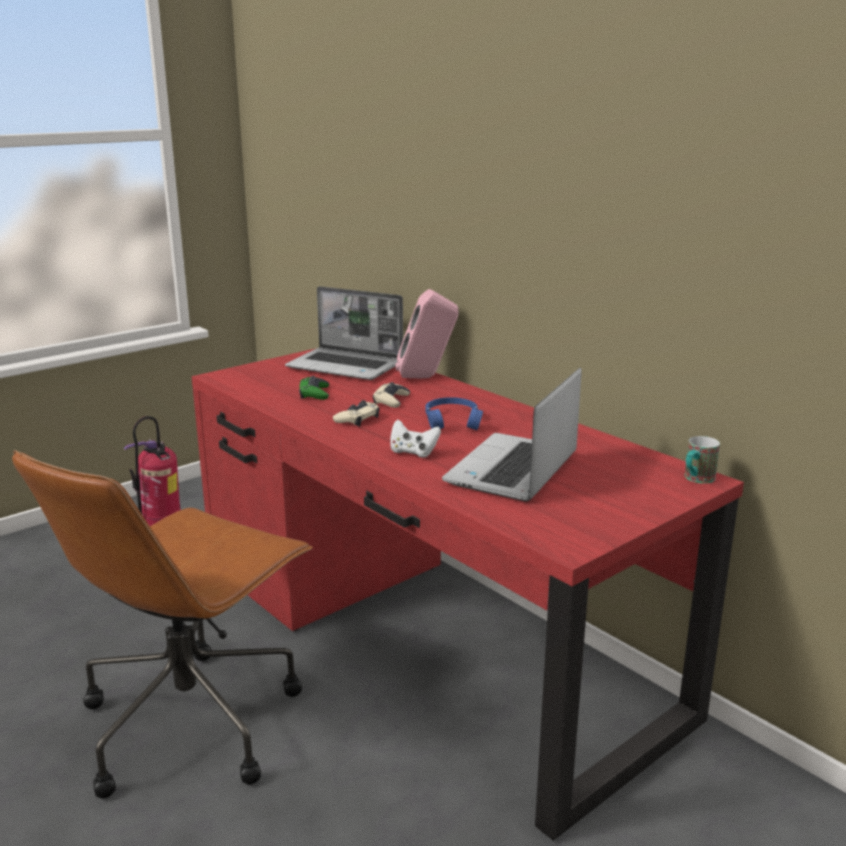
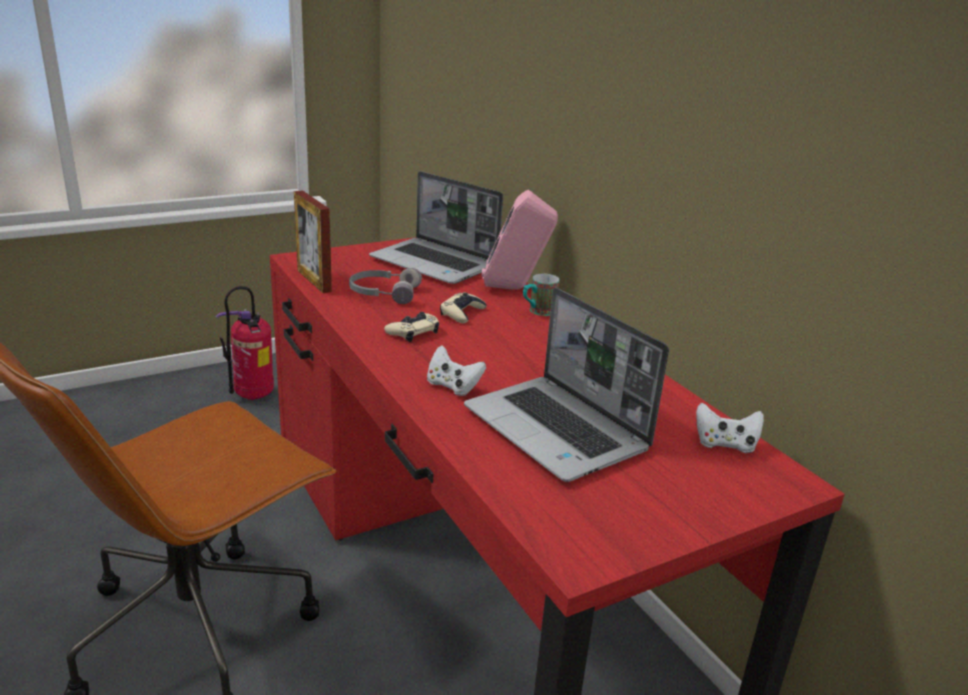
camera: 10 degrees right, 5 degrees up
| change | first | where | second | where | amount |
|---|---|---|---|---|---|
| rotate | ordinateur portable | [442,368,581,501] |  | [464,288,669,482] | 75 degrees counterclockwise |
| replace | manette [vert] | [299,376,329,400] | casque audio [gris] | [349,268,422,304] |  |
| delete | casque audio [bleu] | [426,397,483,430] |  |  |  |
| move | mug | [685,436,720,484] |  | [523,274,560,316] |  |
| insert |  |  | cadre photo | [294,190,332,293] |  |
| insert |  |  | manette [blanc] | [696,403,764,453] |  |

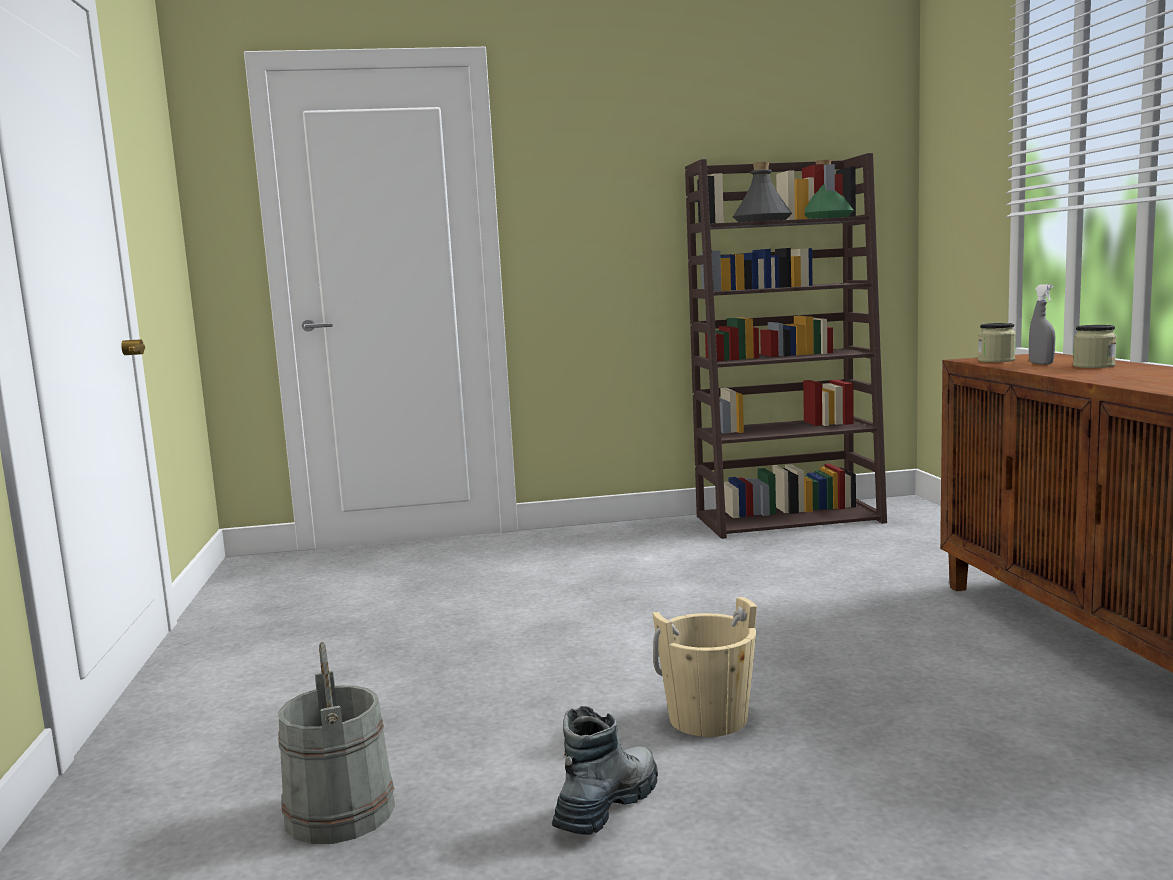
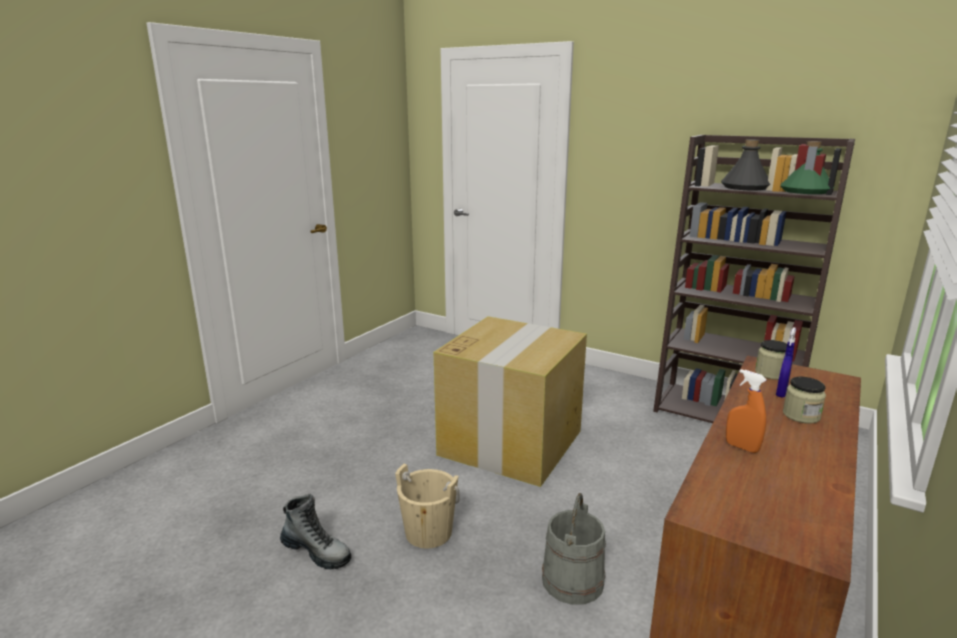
camera: 40 degrees right, 10 degrees up
| change | first | where | second | where | amount |
|---|---|---|---|---|---|
| recolor | vaporisateur [gris] | [1029,284,1056,365] | vaporisateur [bleu] | [776,327,796,398] |  |
| move | seau [gris] | [278,642,395,844] |  | [542,493,606,605] |  |
| rotate | botte | [552,706,658,835] |  | [280,494,351,569] | 45 degrees clockwise |
| insert |  |  | carton | [434,316,587,487] |  |
| insert |  |  | vaporisateur [orange] | [726,369,767,453] |  |

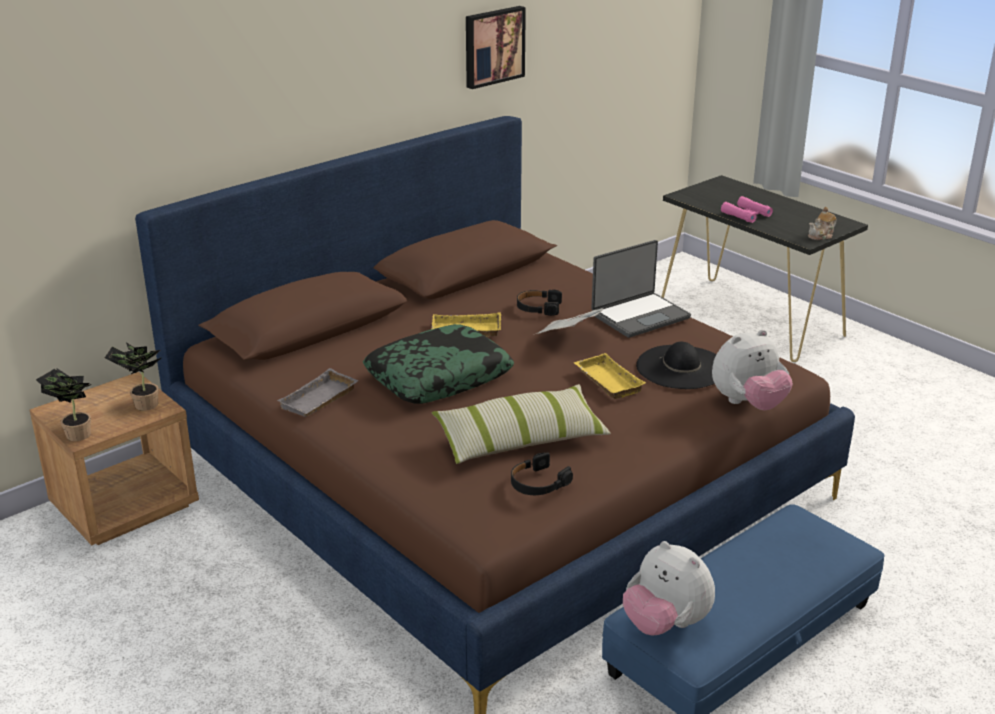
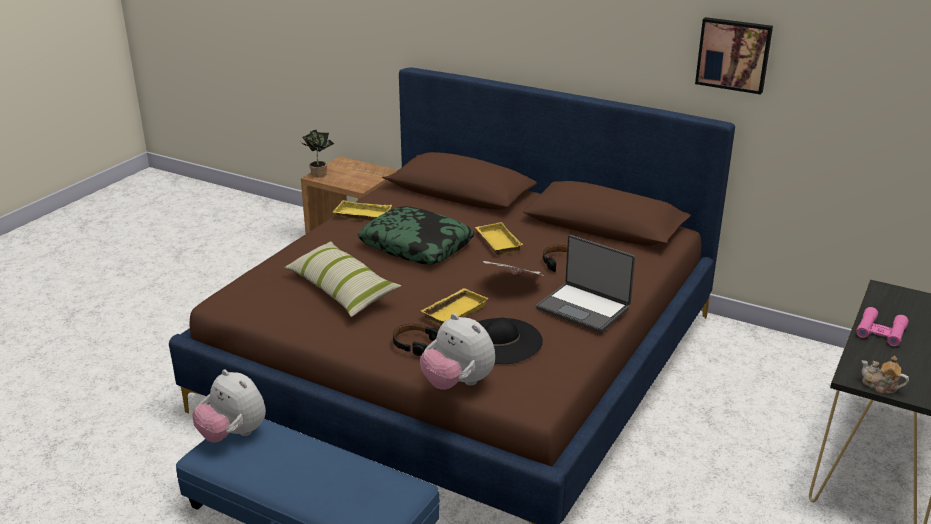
camera: 70 degrees right, 0 degrees up
| change | first | where | second | where | amount |
|---|---|---|---|---|---|
| delete | plante en pot | [105,343,161,411] |  |  |  |
| recolor | plateau [gris] | [277,368,359,417] | plateau [jaune] | [332,200,392,221] |  |
| move | casque audio [noir] | [511,452,573,495] |  | [393,324,438,356] |  |
| rotate | peluche | [623,541,715,635] |  | [192,370,266,442] | 75 degrees counterclockwise |

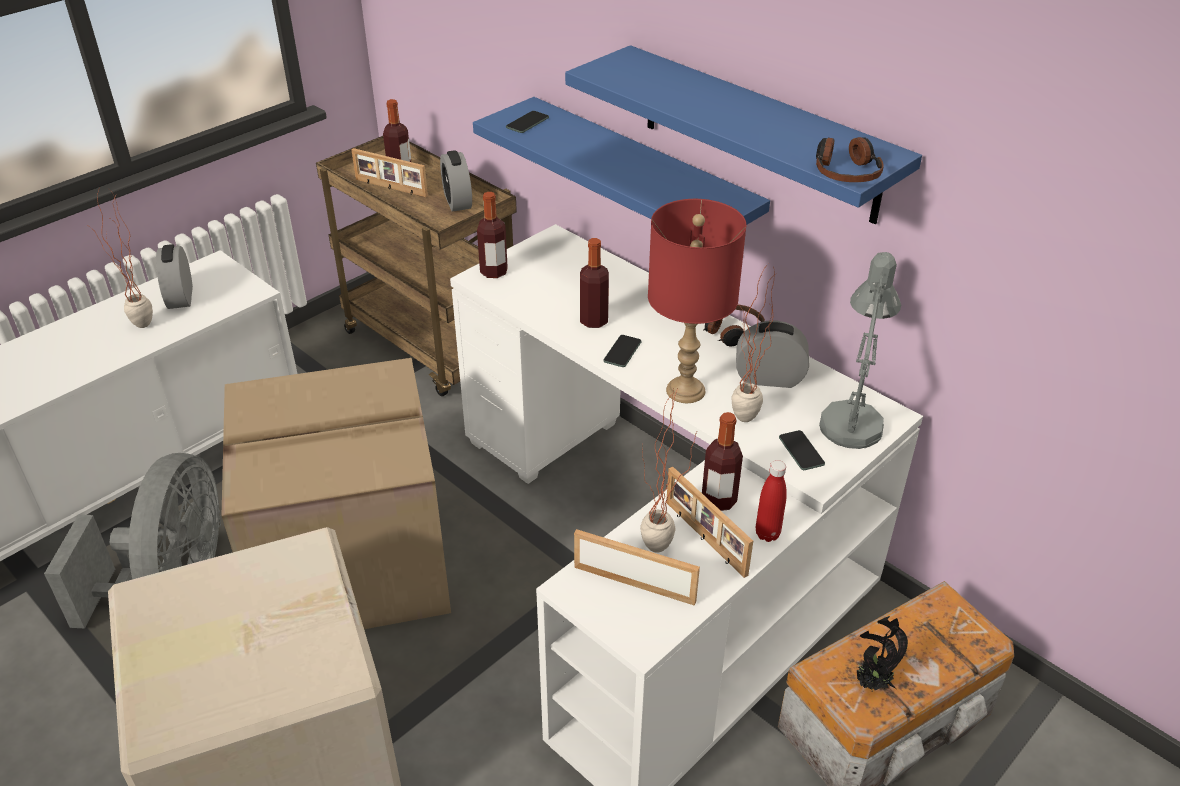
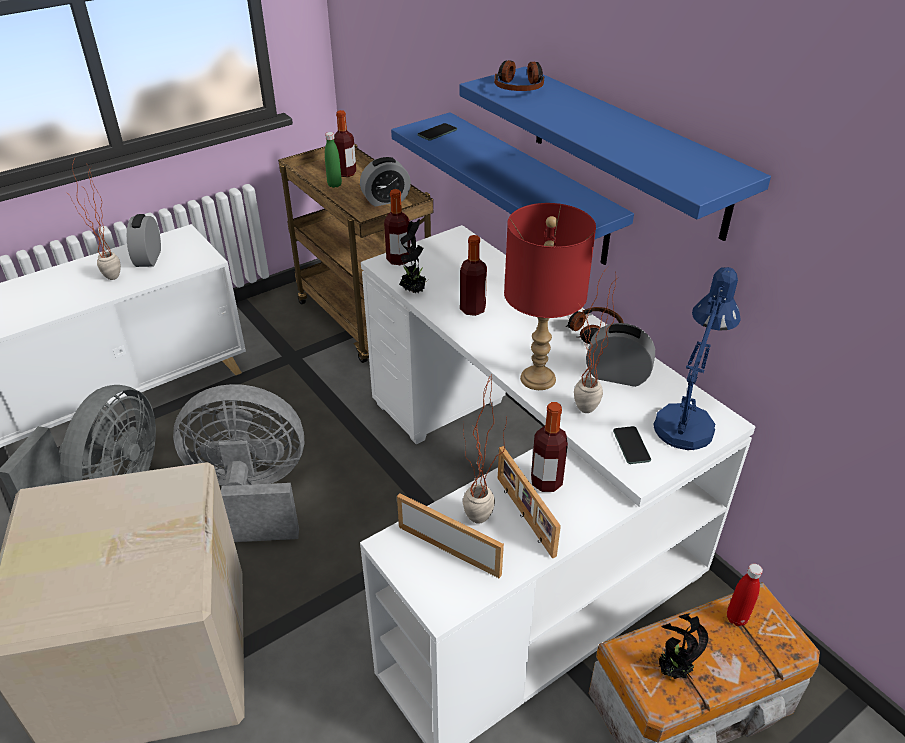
camera: 10 degrees right, 0 degrees up
| change | first | where | second | where | amount |
|---|---|---|---|---|---|
| move | casque audio | [816,137,884,182] |  | [494,60,544,91] |  |
| replace | cadre photo | [352,148,428,197] | bouteille [vert] | [325,132,342,188] |  |
| rotate | réveil | [440,150,472,212] |  | [360,157,411,207] | 105 degrees counterclockwise |
| recolor | lampe de table [gris] | [819,252,901,449] | lampe de table [bleu] | [653,267,741,450] |  |
| delete | téléphone | [603,335,642,367] |  |  |  |
| replace | carton | [221,358,451,629] | ventilateur [gris] | [173,384,304,542] |  |
| move | bouteille [rouge] | [756,460,787,542] |  | [727,564,763,626] |  |
| insert |  |  | plante en pot | [399,219,428,294] |  |

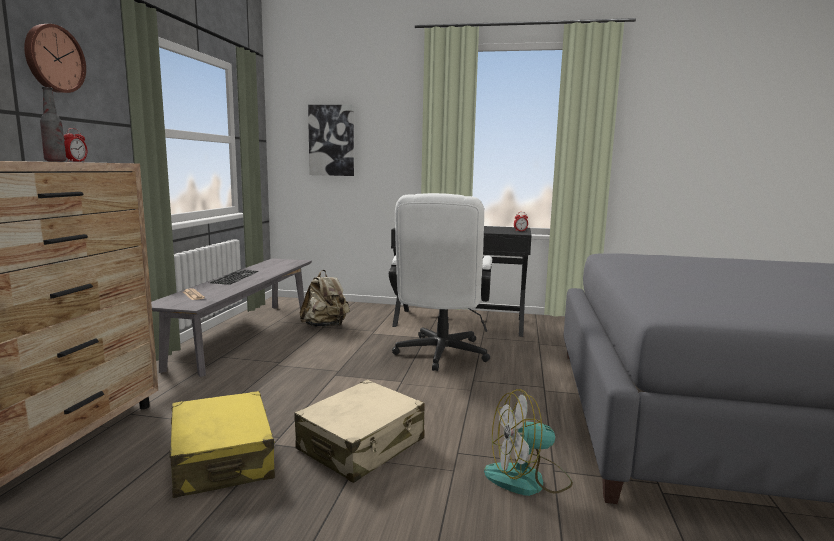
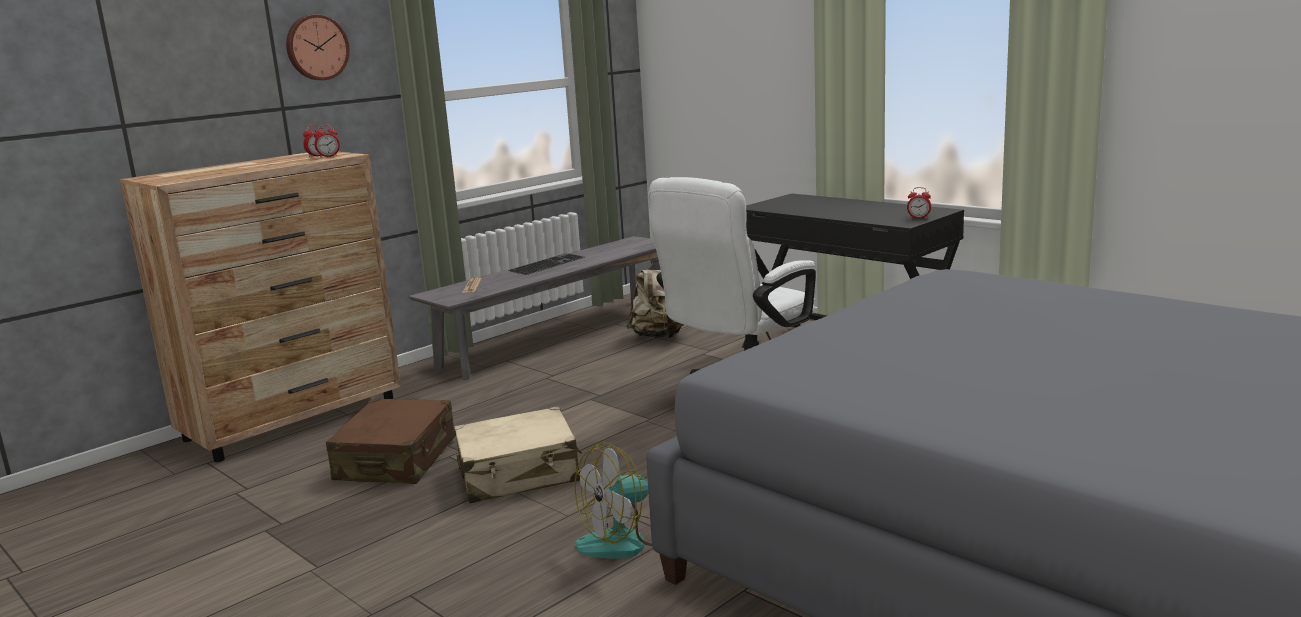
camera: 35 degrees right, 5 degrees up
| change | first | where | second | where | amount |
|---|---|---|---|---|---|
| delete | bouteille | [40,87,66,162] |  |  |  |
| delete | tableau | [308,105,354,176] |  |  |  |
| rotate | ventilateur | [484,389,573,496] |  | [575,442,652,559] | 60 degrees counterclockwise |
| recolor | valise [jaune] | [169,391,275,498] | valise [marron] | [326,398,455,484] |  |
| insert |  |  | réveil | [314,124,340,158] |  |

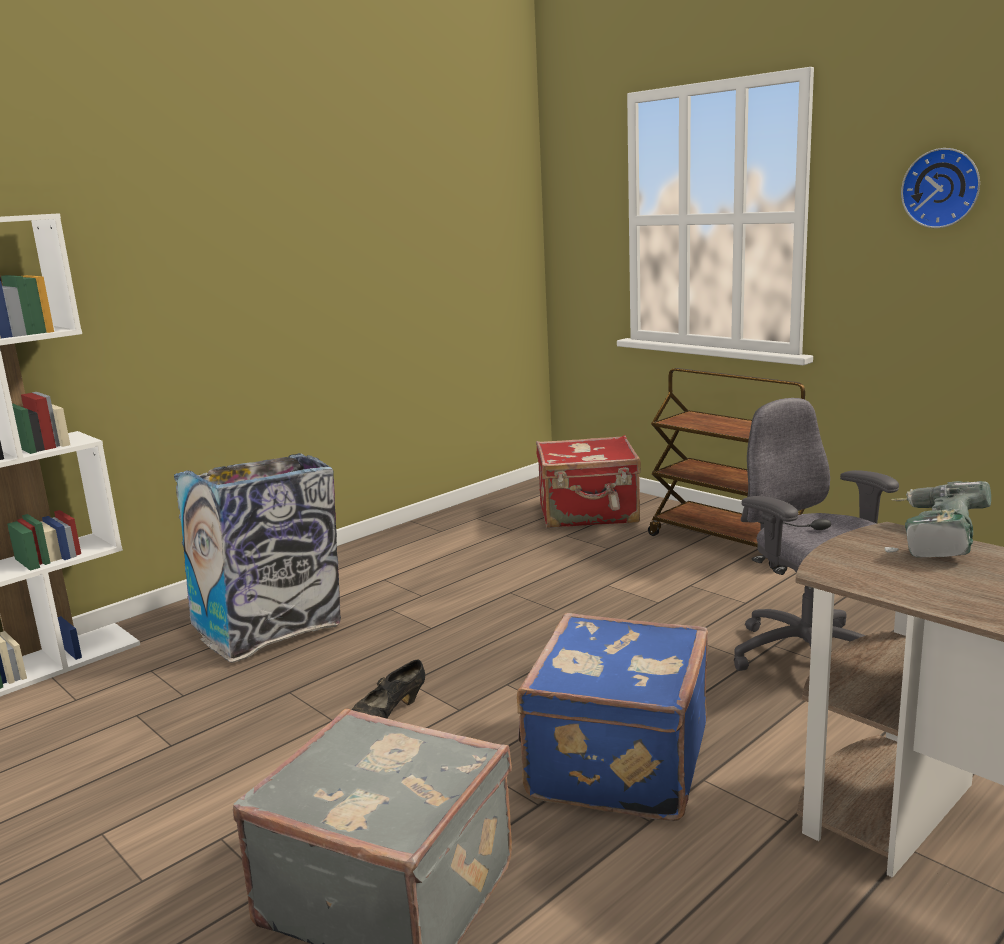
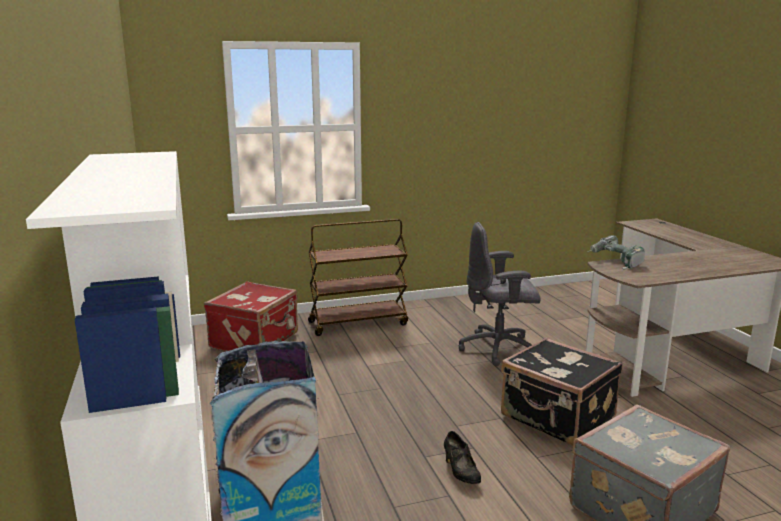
camera: 65 degrees left, 0 degrees up
| change | first | where | second | where | amount |
|---|---|---|---|---|---|
| delete | horloge murale | [901,148,980,228] |  |  |  |
| recolor | valise [bleu] | [517,613,708,821] | valise [noir] | [501,338,622,446] |  |

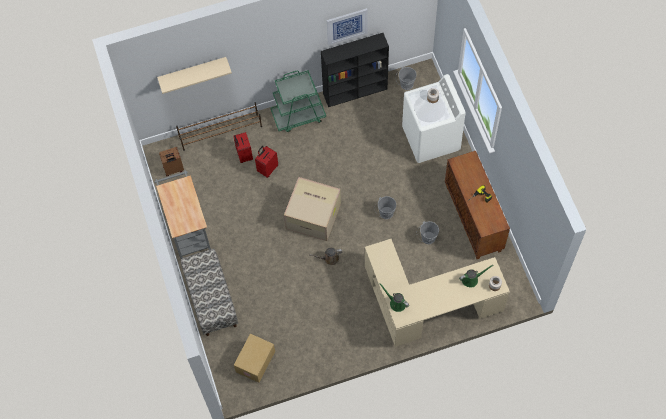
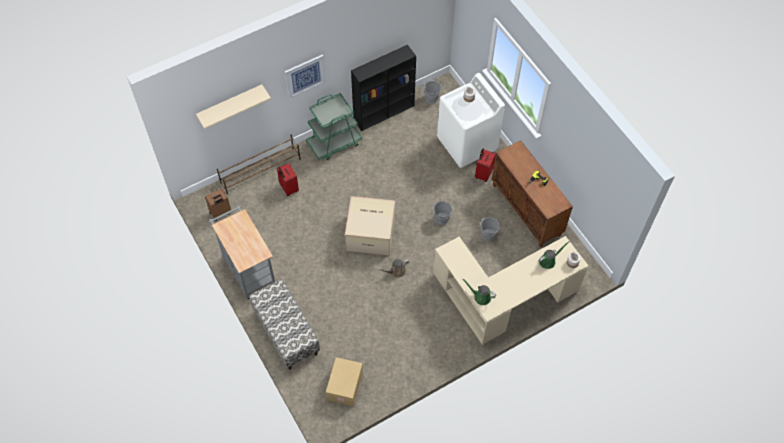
camera: 15 degrees left, 5 degrees down
| change | first | where | second | where | amount |
|---|---|---|---|---|---|
| move | tableau | [327,8,368,45] |  | [285,54,326,99] |  |
| move | valise [rouge] | [255,146,278,178] |  | [475,149,496,182] |  |

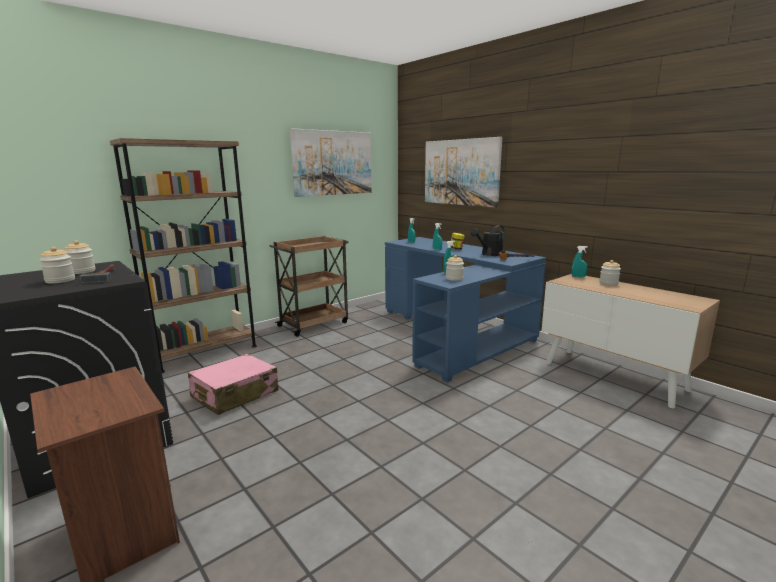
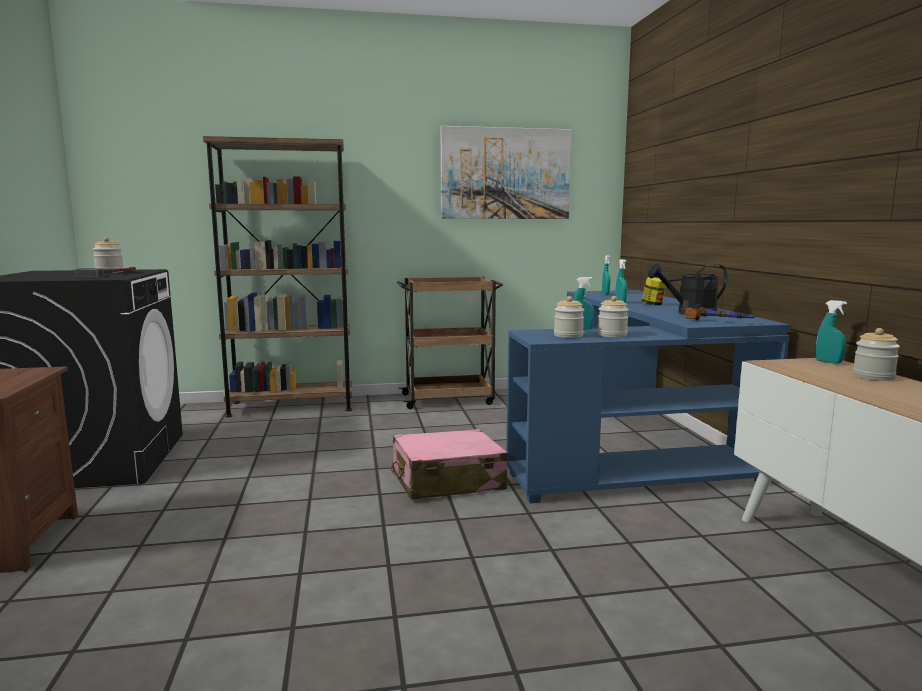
camera: 30 degrees right, 5 degrees down
| change | first | where | second | where | amount |
|---|---|---|---|---|---|
| delete | tableau | [425,137,502,208] |  |  |  |
| move | bocal | [40,247,75,283] |  | [598,296,629,337] |  |
| move | valise [rose] | [188,354,279,415] |  | [391,429,508,500] |  |

